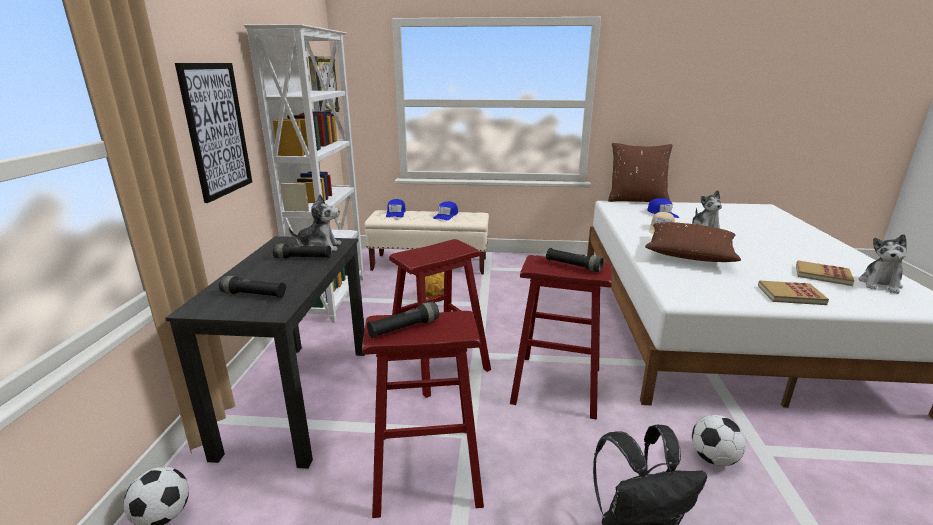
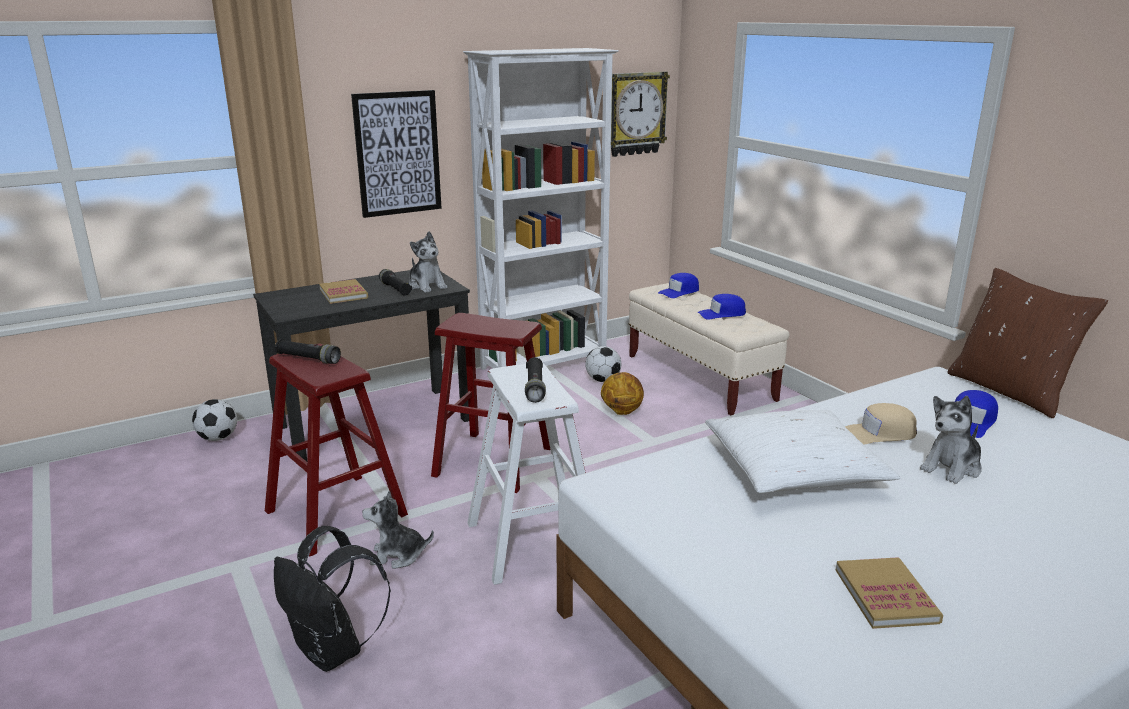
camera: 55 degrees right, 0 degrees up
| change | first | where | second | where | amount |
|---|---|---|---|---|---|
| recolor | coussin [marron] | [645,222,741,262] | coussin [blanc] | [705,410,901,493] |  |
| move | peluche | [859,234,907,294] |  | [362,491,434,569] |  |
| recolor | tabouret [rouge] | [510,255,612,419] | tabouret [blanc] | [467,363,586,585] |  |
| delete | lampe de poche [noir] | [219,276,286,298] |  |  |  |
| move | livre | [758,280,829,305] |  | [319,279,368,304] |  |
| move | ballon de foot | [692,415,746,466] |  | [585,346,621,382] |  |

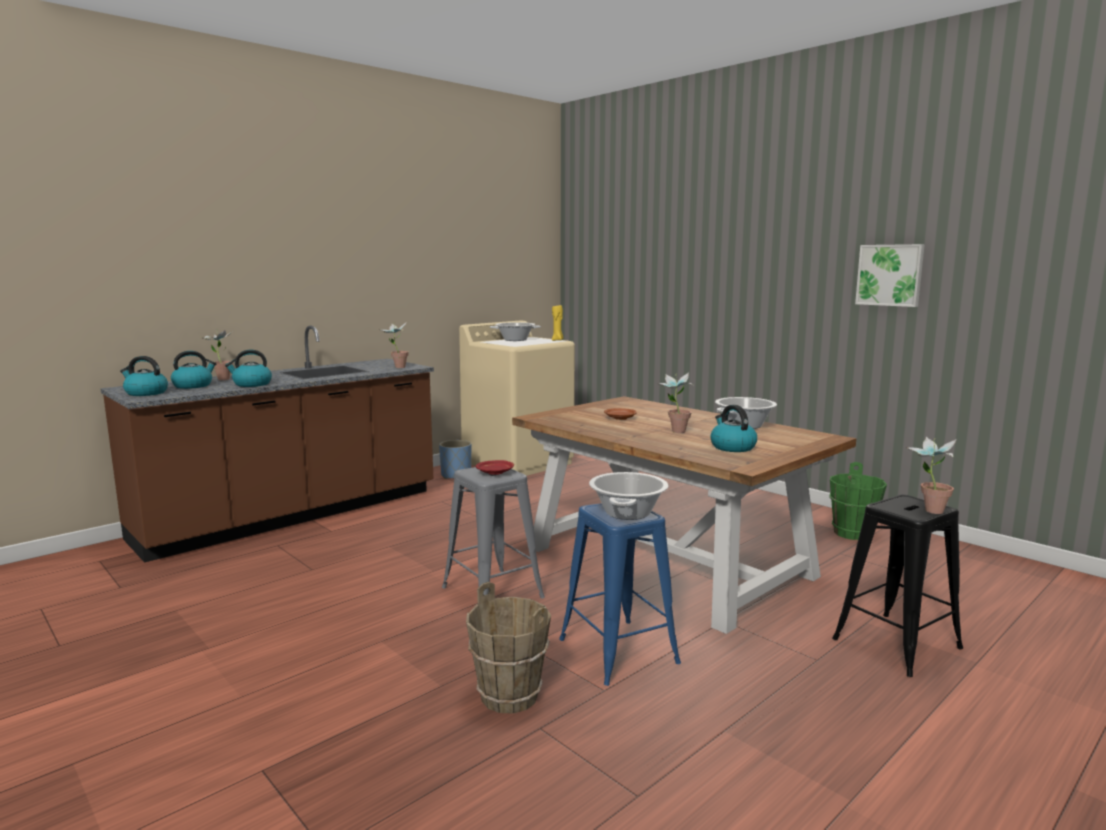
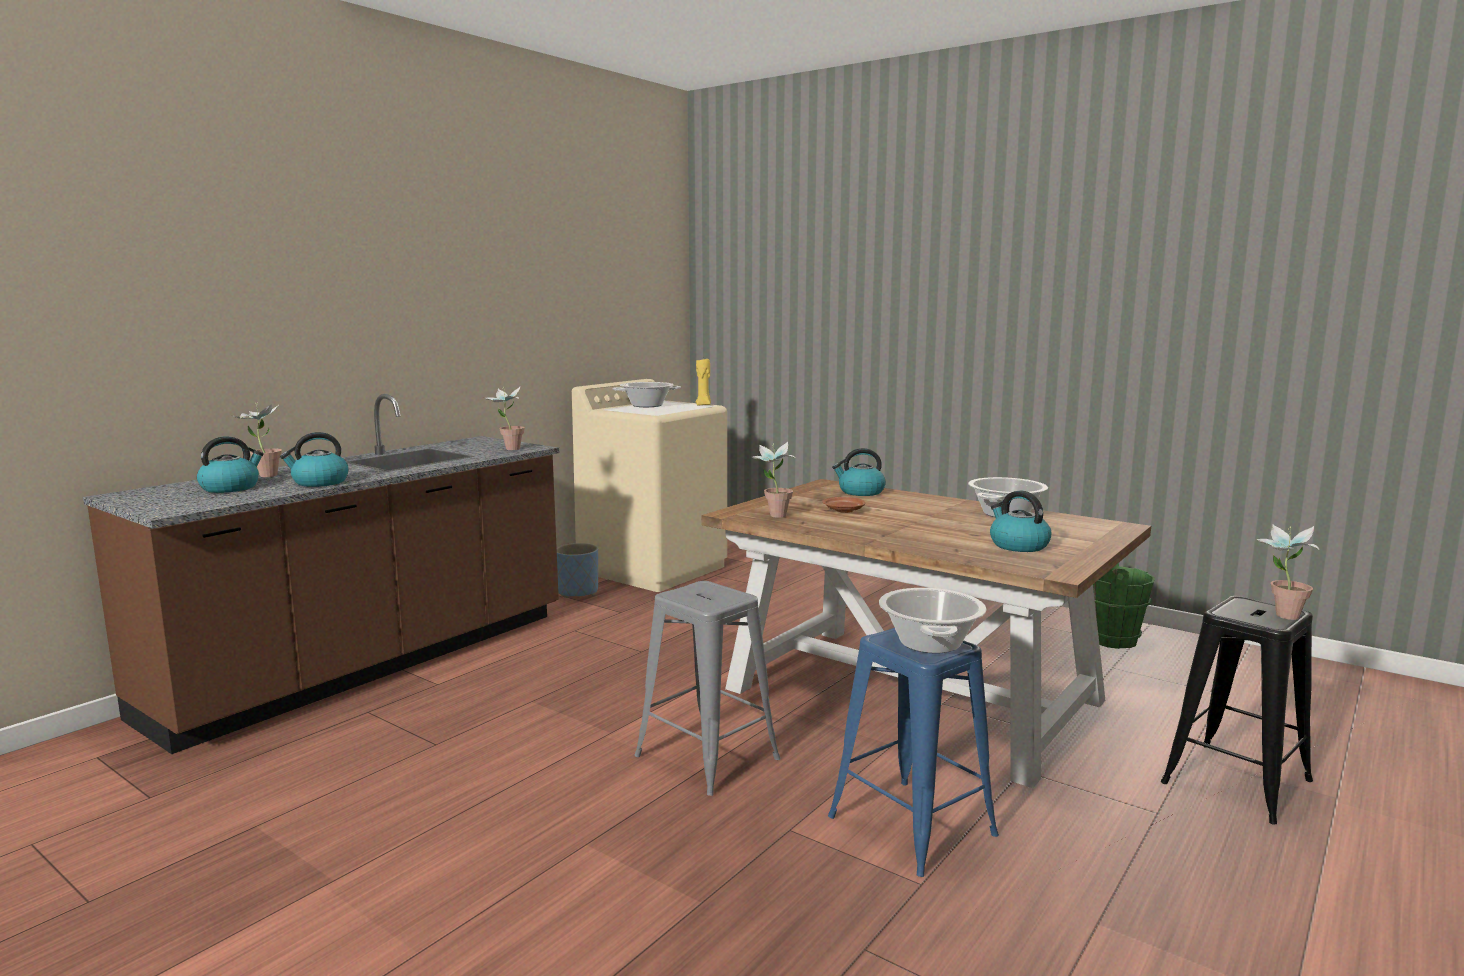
camera: 10 degrees left, 0 degrees up
| change | first | where | second | where | amount |
|---|---|---|---|---|---|
| delete | tableau | [855,244,925,307] |  |  |  |
| move | bouilloire | [120,356,168,396] |  | [832,448,886,496] |  |
| move | plante en pot | [658,372,693,433] |  | [752,441,796,518] |  |
| delete | assiette [rouge] | [476,460,514,475] |  |  |  |
| delete | seau [marron] | [466,582,551,713] |  |  |  |

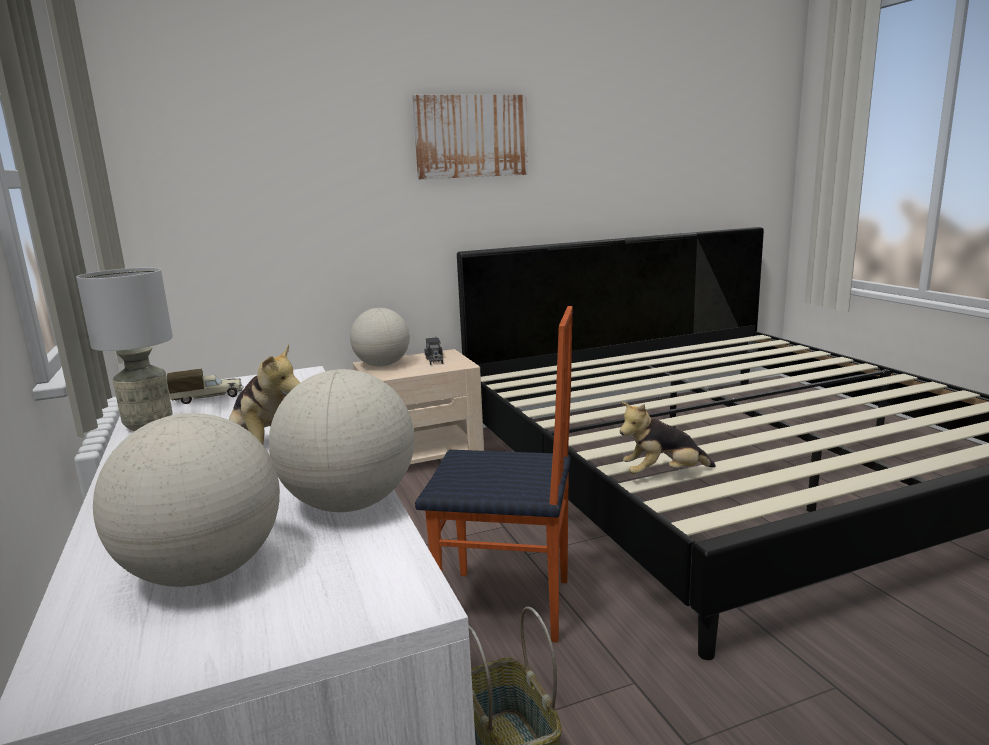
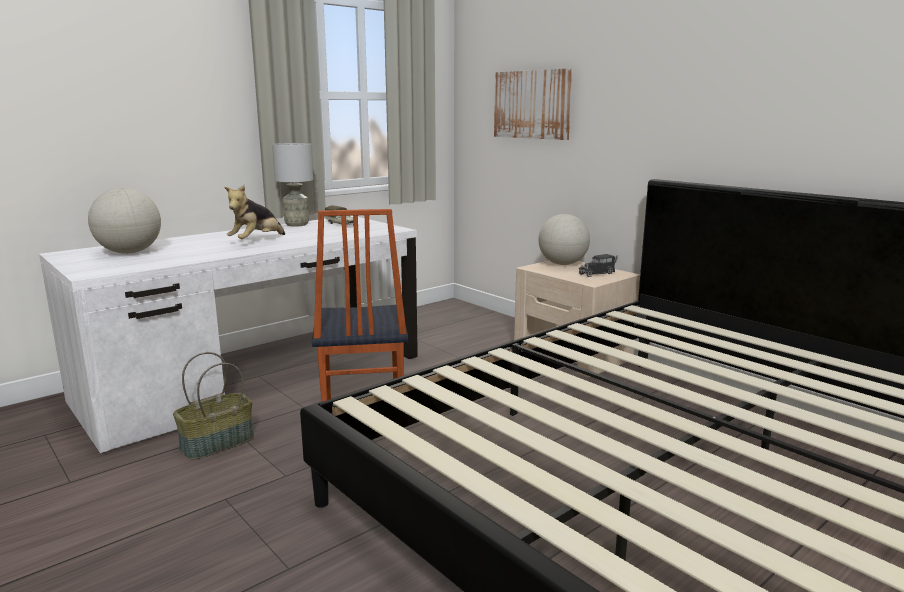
camera: 70 degrees right, 0 degrees up
| change | first | where | second | where | amount |
|---|---|---|---|---|---|
| move | tableau | [412,95,528,179] |  | [494,68,572,140] |  |
| delete | globe | [269,369,414,512] |  |  |  |
| delete | peluche | [620,402,716,474] |  |  |  |

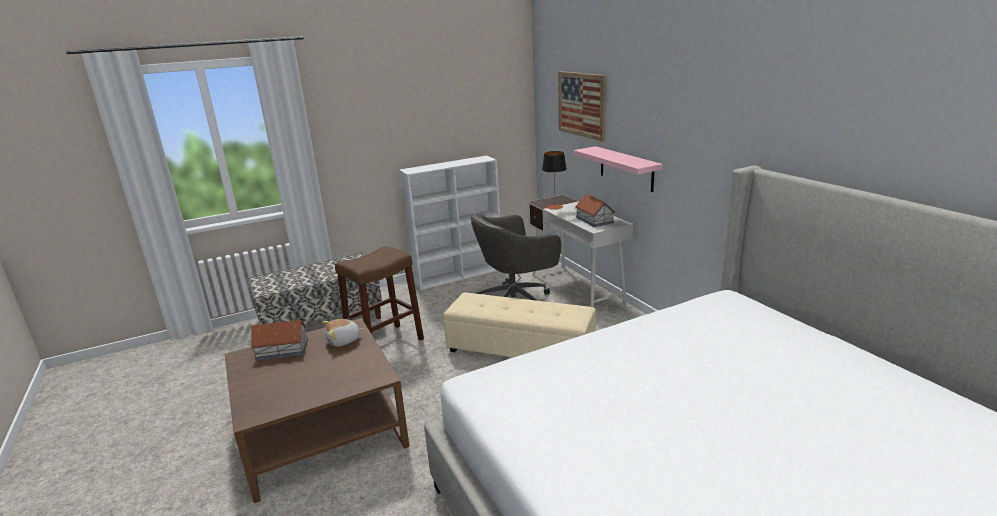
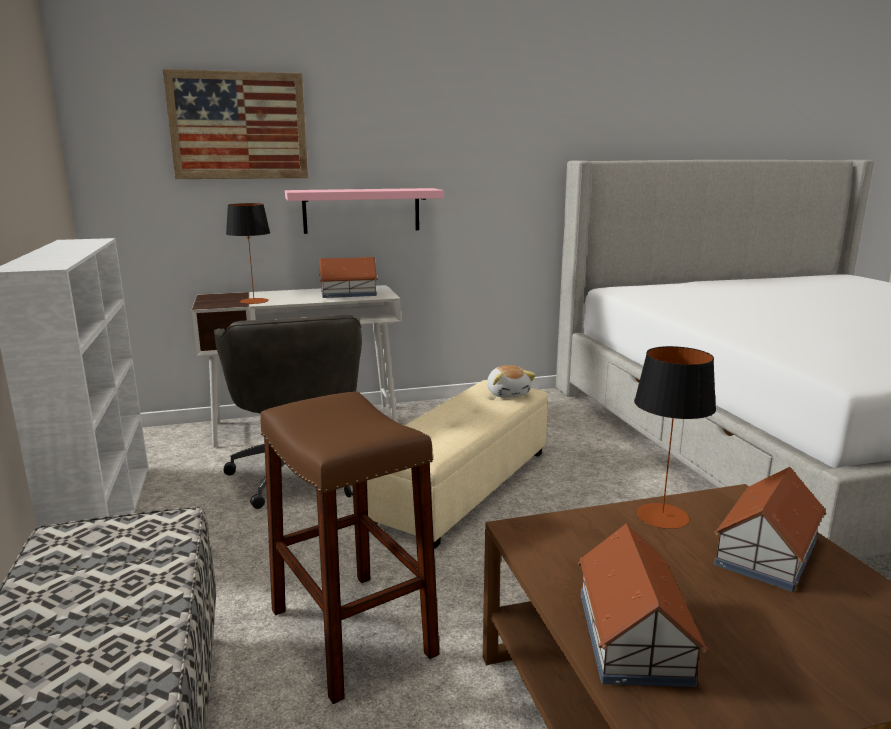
camera: 80 degrees left, 5 degrees down
| change | first | where | second | where | amount |
|---|---|---|---|---|---|
| move | peluche | [322,319,364,346] |  | [487,365,536,398] |  |
| insert |  |  | lampe de table | [634,346,716,529] |  |
| insert |  |  | maison miniature | [714,467,827,592] |  |

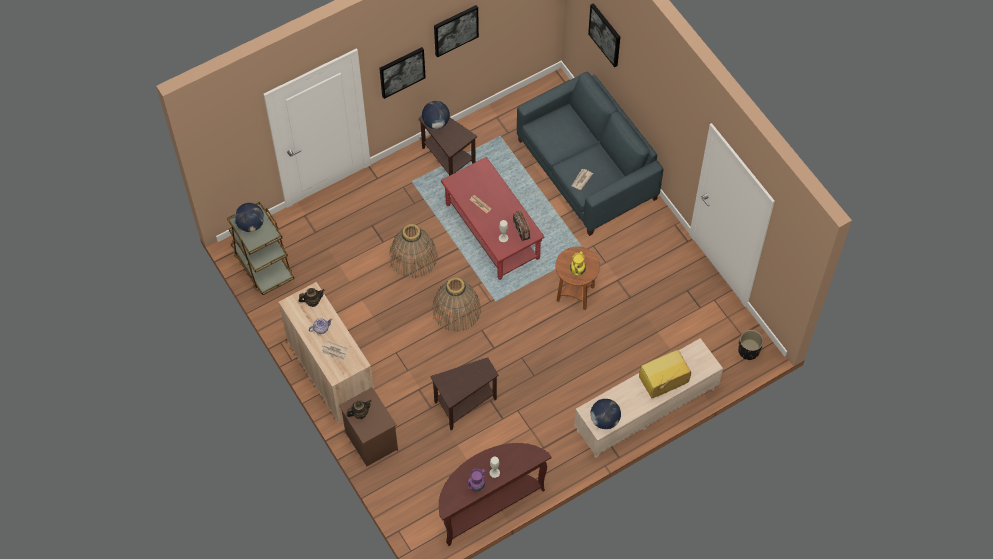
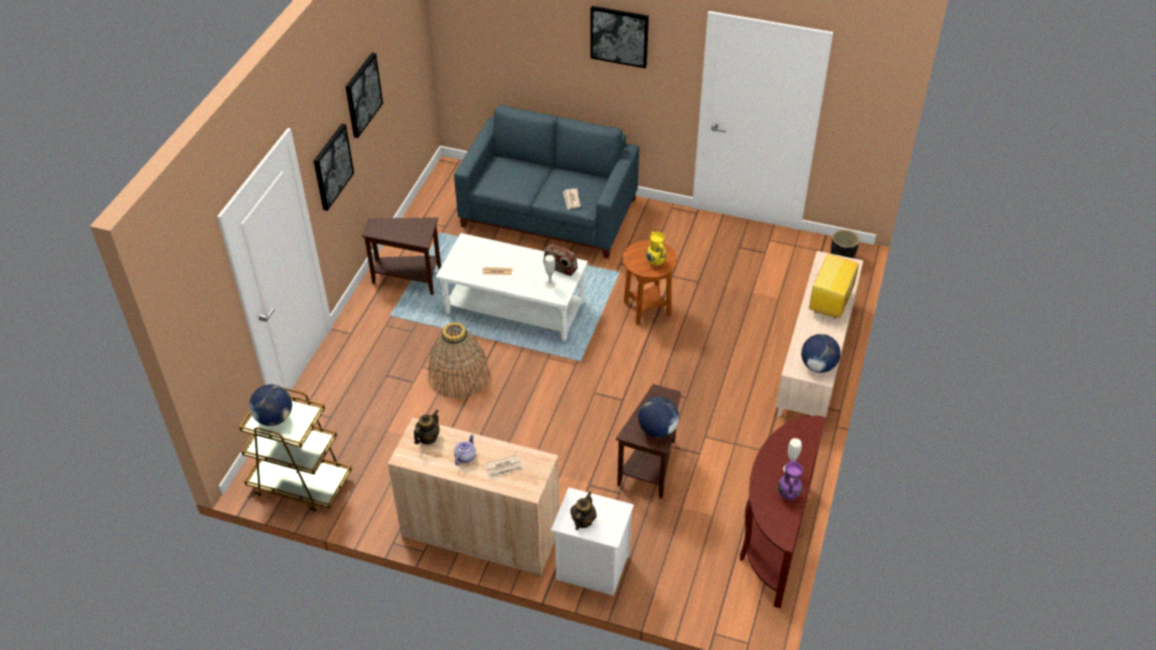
camera: 40 degrees left, 15 degrees down
| change | first | where | second | where | amount |
|---|---|---|---|---|---|
| move | tableau | [588,3,620,67] |  | [590,6,649,68] |  |
| move | globe | [422,101,450,129] |  | [638,397,679,438] |  |
| recolor | table basse [rouge] | [441,157,545,280] | table basse [blanc] | [436,233,588,342] |  |
| delete | panier | [432,277,481,332] |  |  |  |
| recolor | table de chevet [marron] | [339,387,398,466] | table de chevet [blanc] | [551,487,634,596] |  |

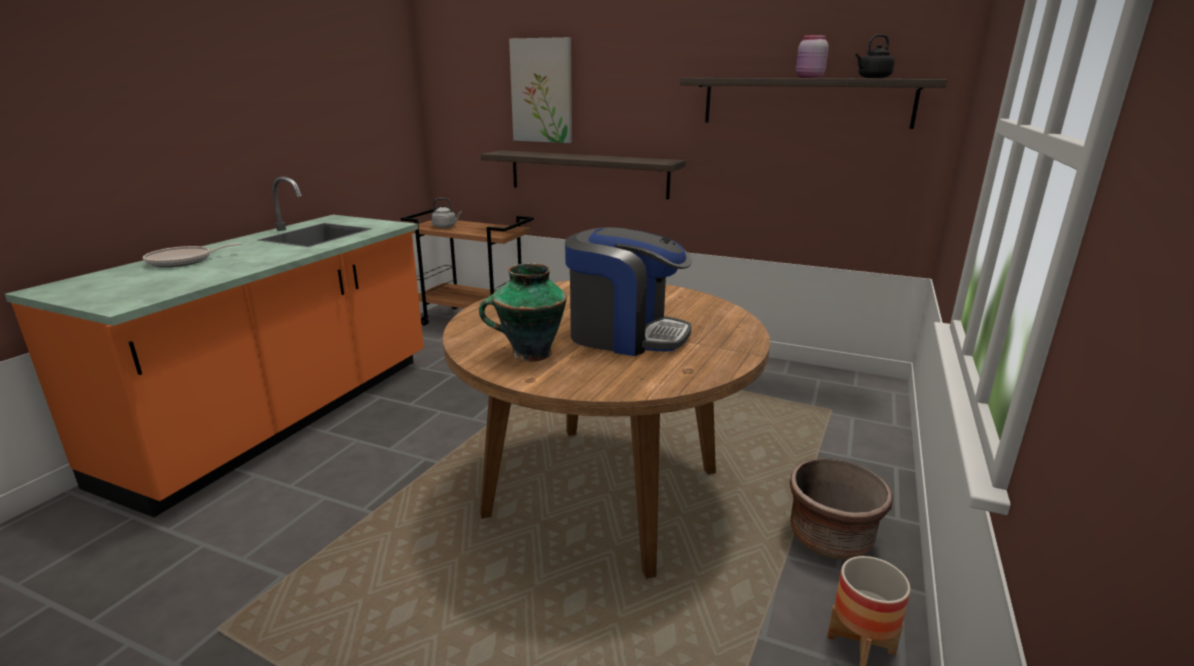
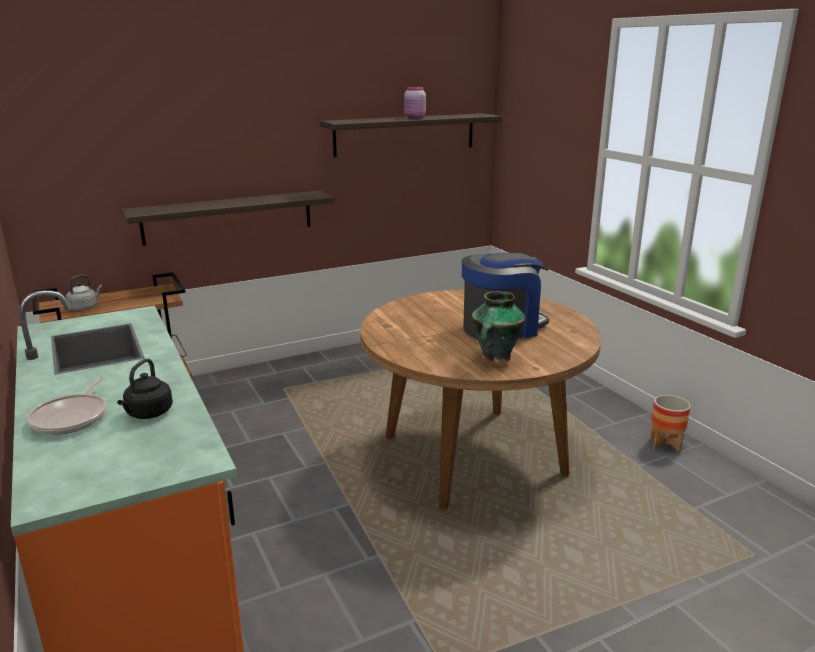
camera: 50 degrees left, 0 degrees up
| change | first | where | second | where | amount |
|---|---|---|---|---|---|
| move | bouilloire [noir] | [855,34,895,78] |  | [117,358,173,419] |  |
| delete | tableau | [509,37,572,143] |  |  |  |
| delete | cache-pot [marron] | [790,458,893,560] |  |  |  |

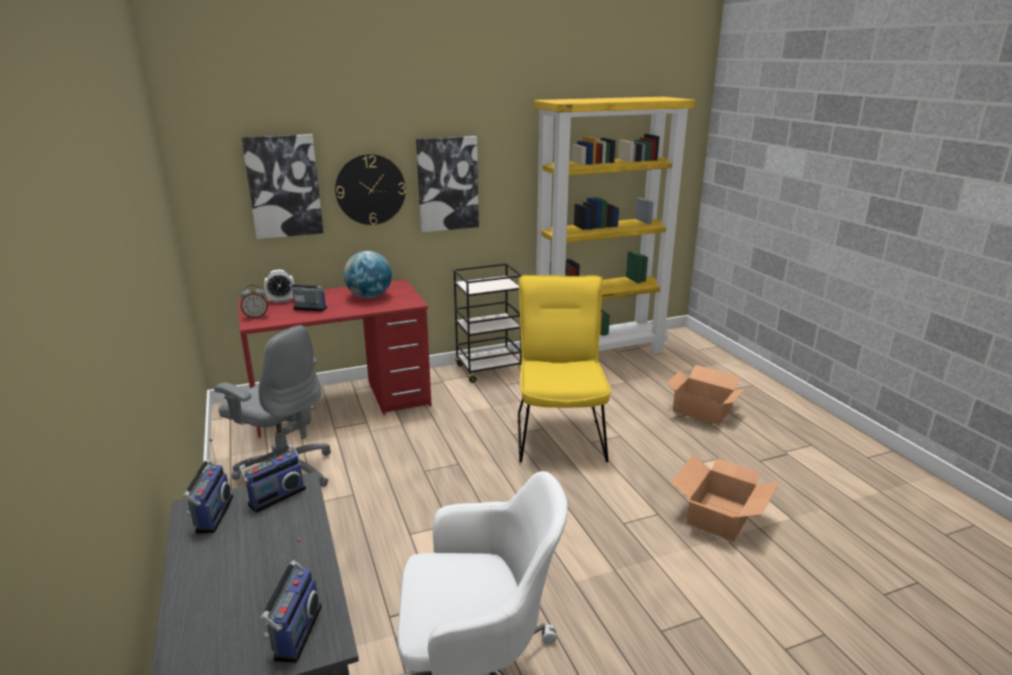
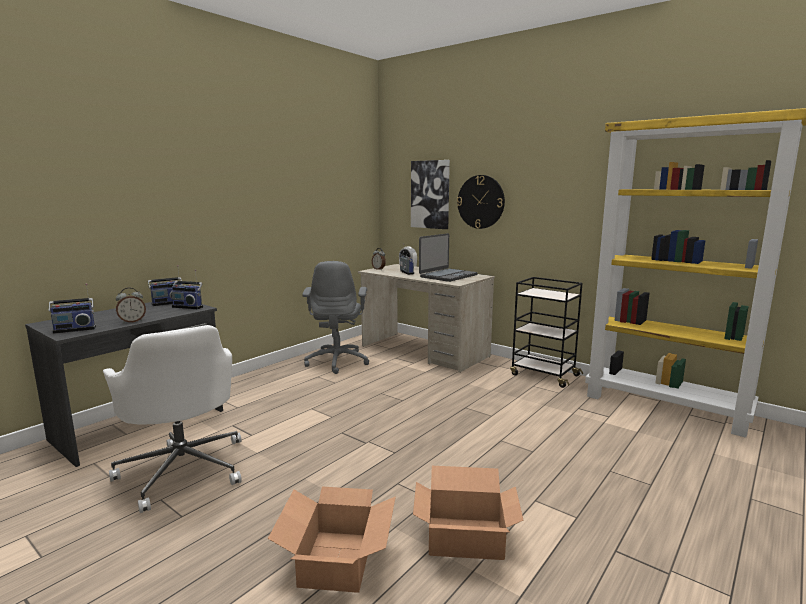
camera: 60 degrees right, 10 degrees down
| change | first | where | second | where | amount |
|---|---|---|---|---|---|
| delete | tableau | [416,136,479,232] |  |  |  |
| replace | globe | [344,251,392,298] | ordinateur portable | [419,233,477,282] |  |
| delete | chaise [jaune] | [518,275,611,463] |  |  |  |
| recolor | bureau [rouge] | [238,280,432,438] | bureau [beige] | [358,264,495,373] |  |
| move | carton | [666,365,745,425] |  | [268,486,396,593] |  |
| insert |  |  | réveil | [116,288,146,323] |  |

